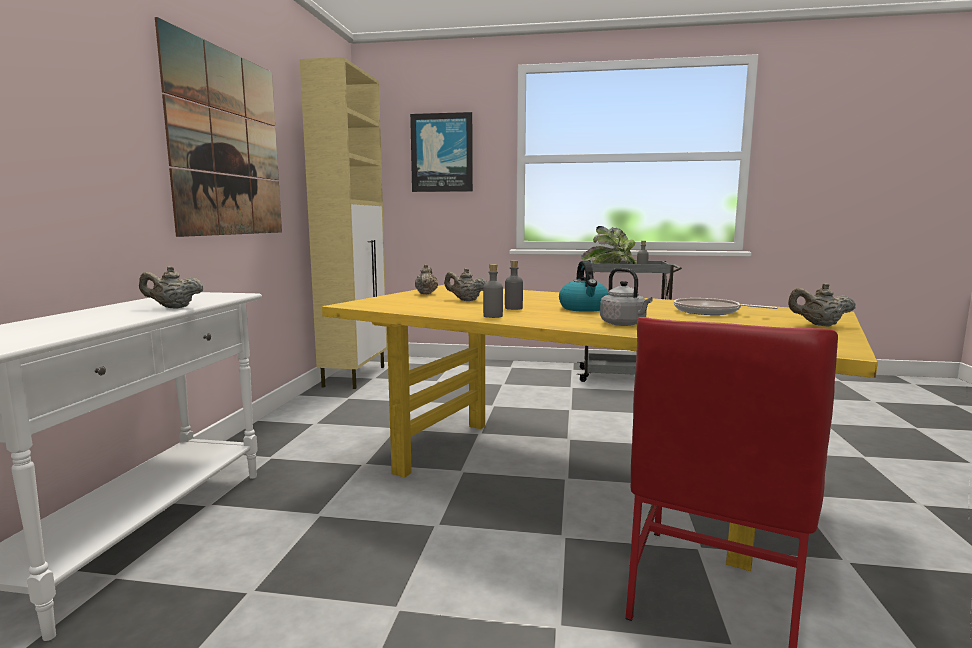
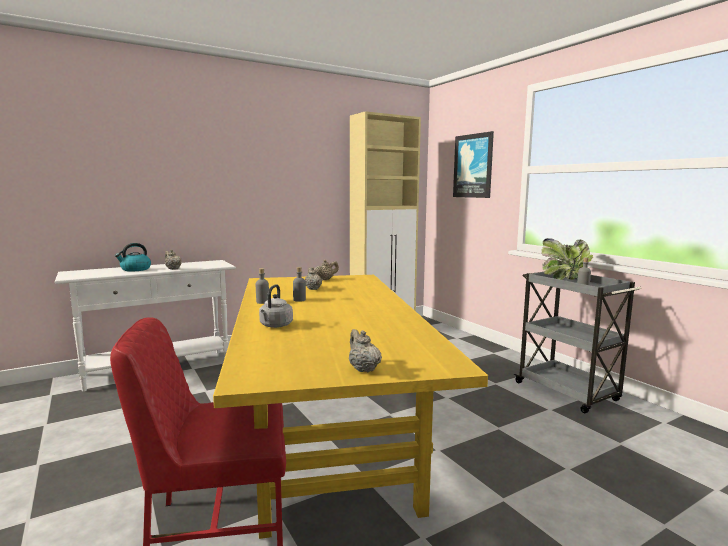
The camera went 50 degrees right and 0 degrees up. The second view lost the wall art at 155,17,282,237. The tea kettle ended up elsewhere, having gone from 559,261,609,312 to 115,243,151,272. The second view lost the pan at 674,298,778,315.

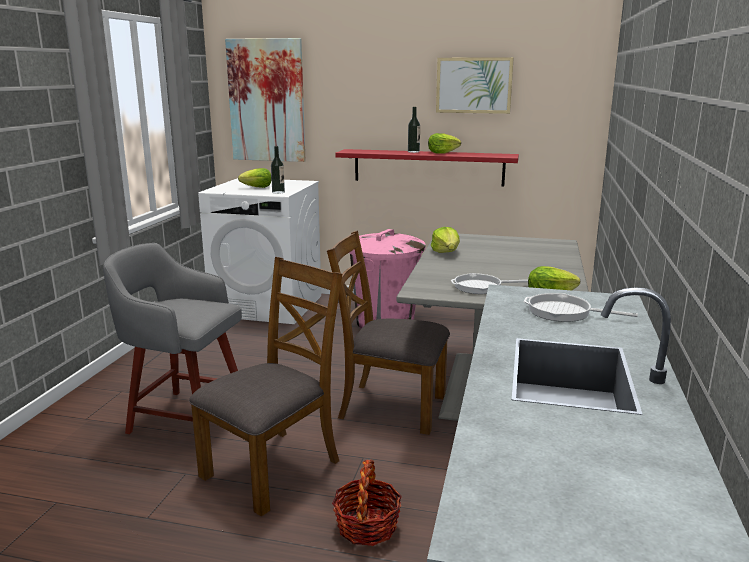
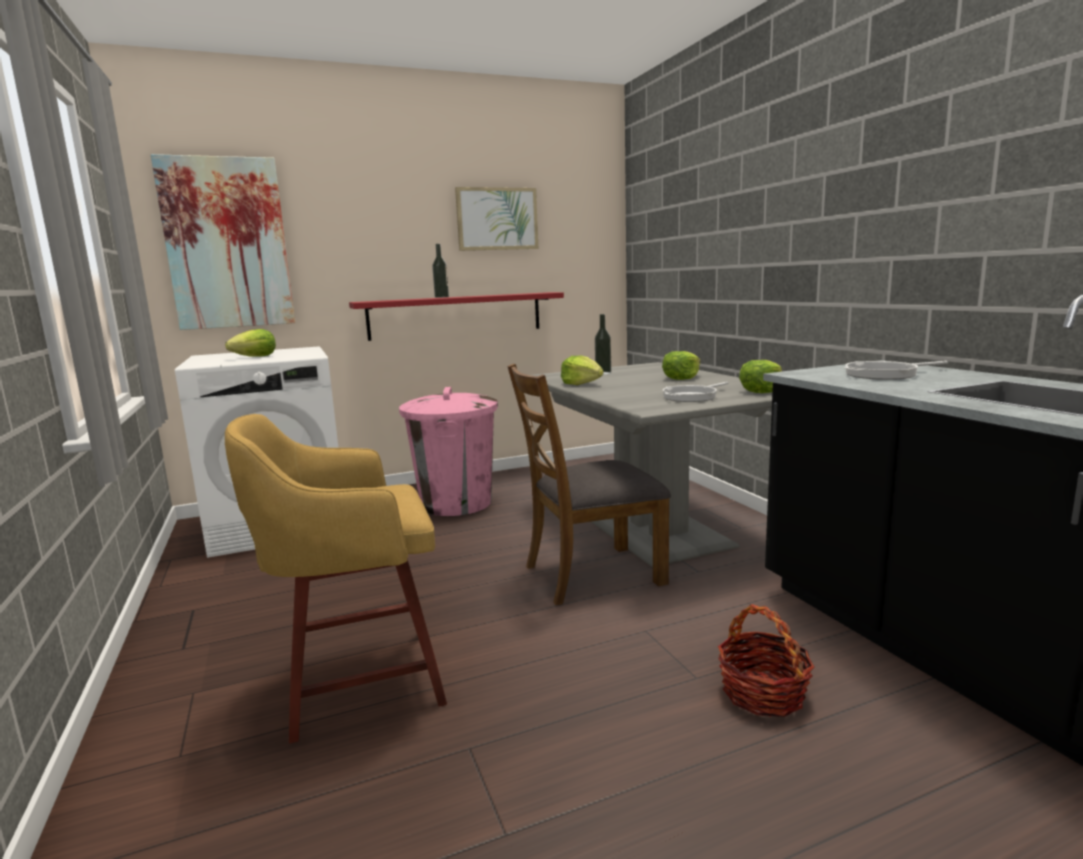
The camera went 35 degrees left and 5 degrees down. What was the sitting stool in greyish at 103,243,242,434 turned into the sitting stool in yellow-coloured at 225,414,447,743. The second view lost the chair in brownish at 189,257,342,516. The beverage bottle ended up elsewhere, having gone from 271,146,285,194 to 595,314,611,375. The head of lettuce ended up elsewhere, having gone from 428,133,461,154 to 662,351,701,380.

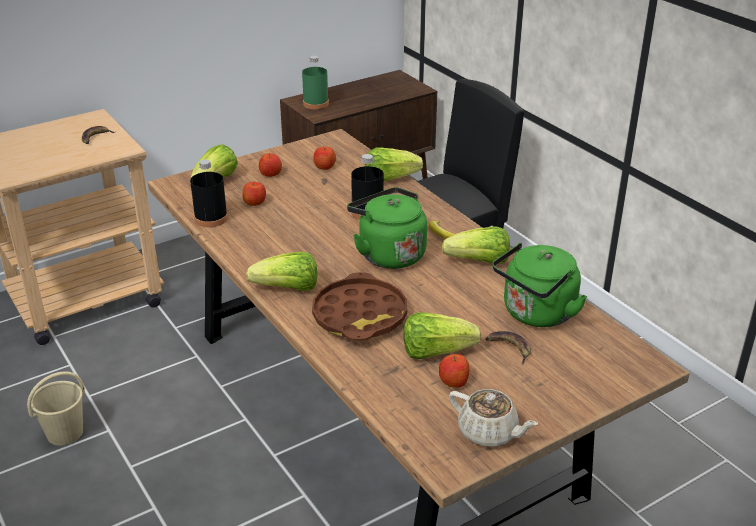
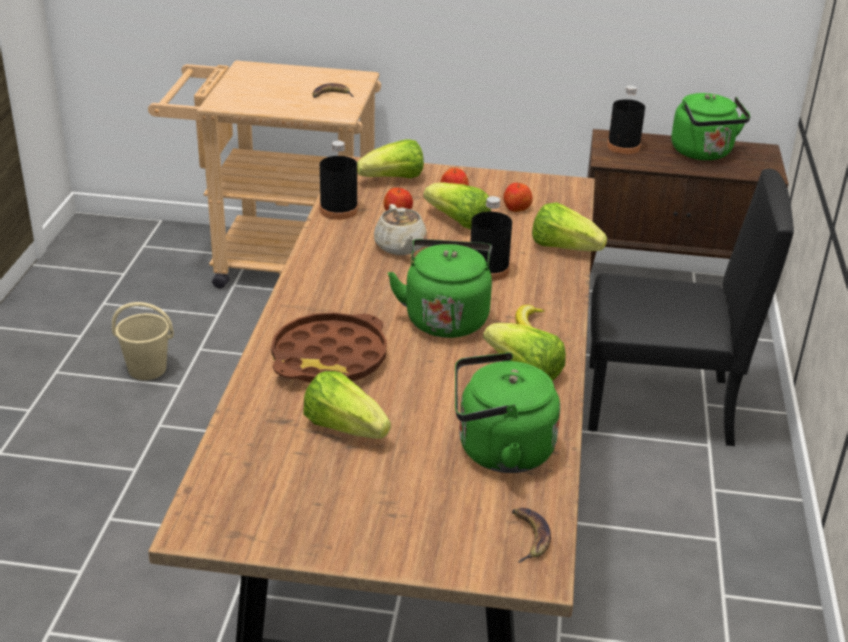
The camera went 40 degrees right and 0 degrees up. The head of lettuce ended up elsewhere, having gone from 246,252,317,291 to 423,182,491,229. What was the beverage bottle in green-coloured at 302,56,329,109 turned into the beverage bottle in black at 607,86,645,154. The second view lost the apple fruit at 439,354,470,388. The teapot in sand-coloured ended up elsewhere, having gone from 449,389,538,447 to 374,204,427,255. The whole banana ended up elsewhere, having gone from 485,331,531,364 to 512,508,551,563. The second view gained the tea kettle in green-coloured at 671,93,750,160.

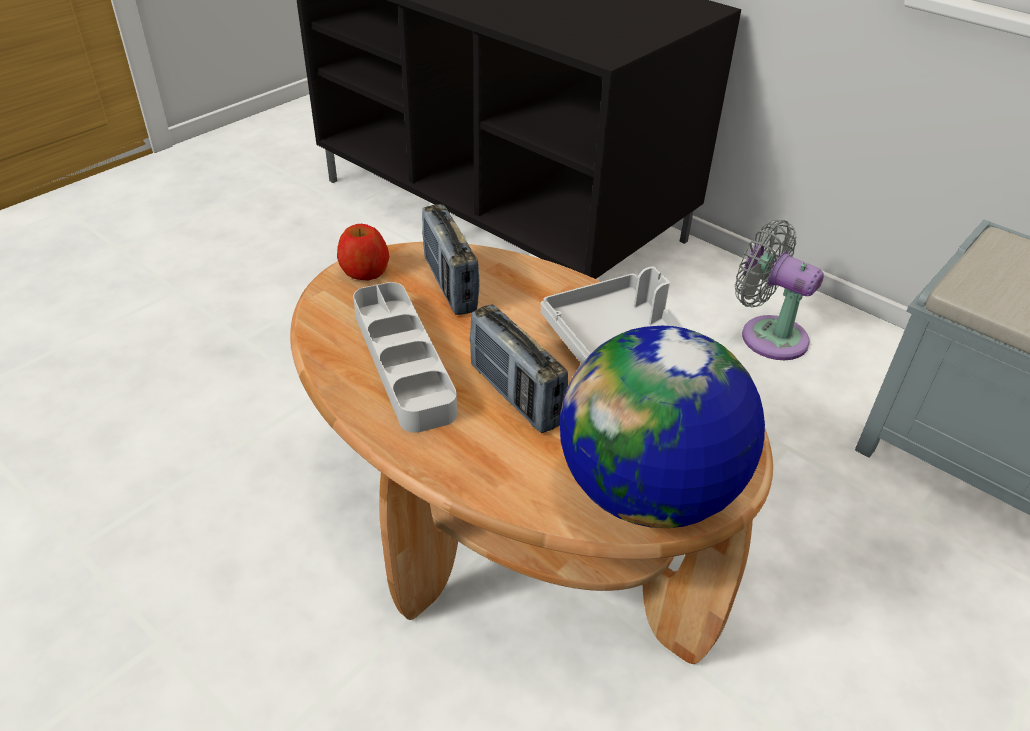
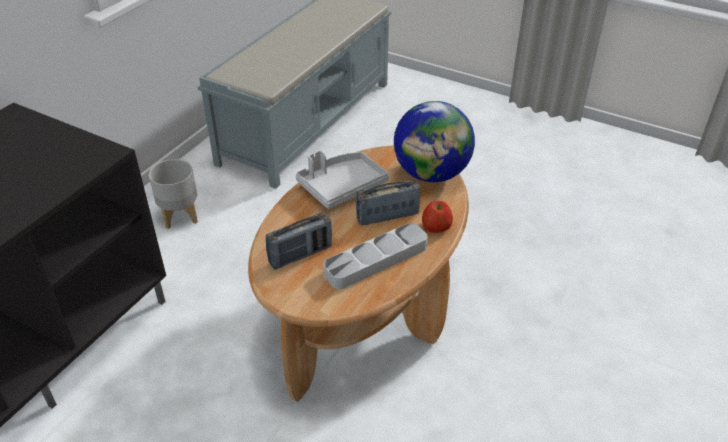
The camera went 100 degrees left and 0 degrees up. The apple fruit ended up elsewhere, having gone from 337,224,389,281 to 422,201,453,233. The radio at 470,305,568,433 ended up facing another way, 150 degrees counterclockwise from before. Where the cooling fan in greyish stood at 735,220,824,360, the flower pot in greyish came to stand at 149,159,198,229.

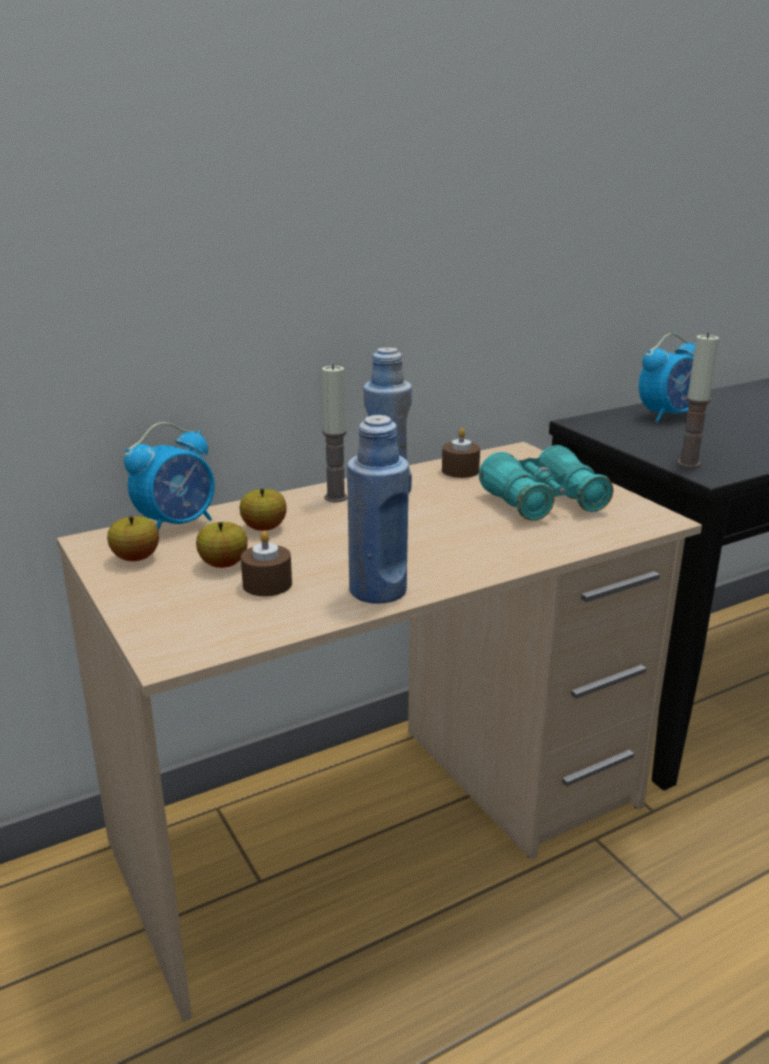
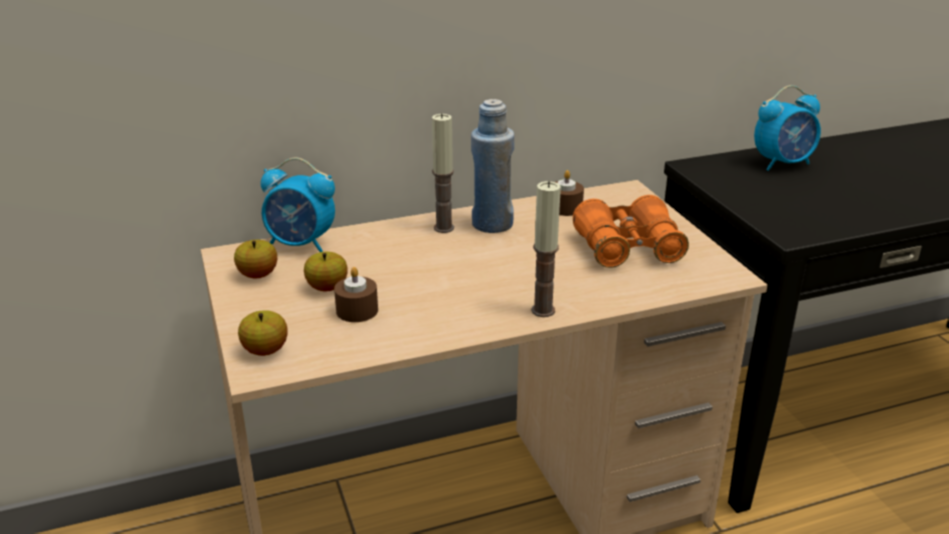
The camera went 10 degrees right and 5 degrees up. The bedside clock at 124,422,215,531 ended up facing another way, 45 degrees clockwise from before. The apple fruit ended up elsewhere, having gone from 239,489,287,531 to 238,310,288,356. The second view lost the beverage bottle in bluish at 347,415,409,604. What was the pair of binoculars in turquoise-coloured at 479,445,613,521 turned into the pair of binoculars in orange-coloured at 573,195,689,268. The candle ended up elsewhere, having gone from 677,333,719,468 to 531,181,561,317.

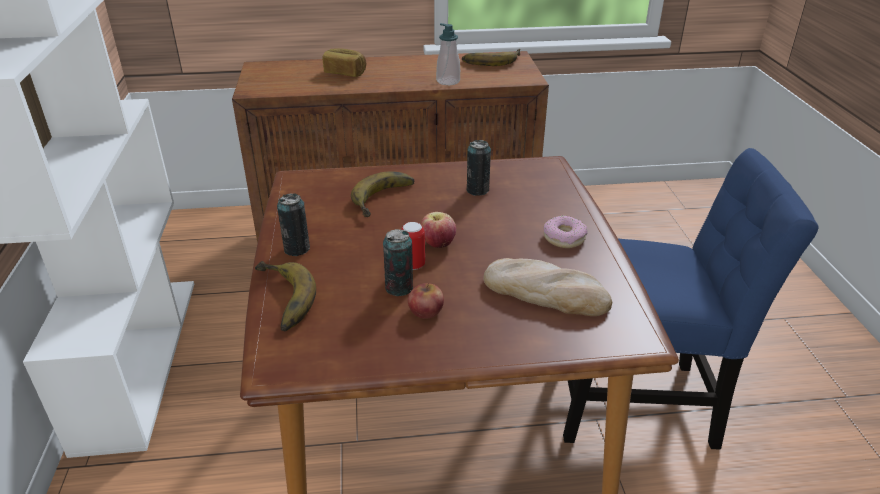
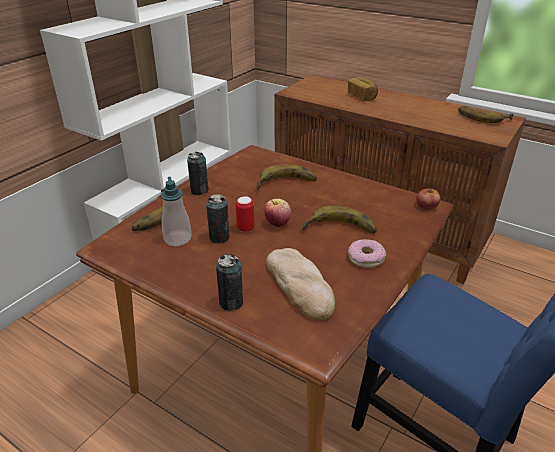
The camera went 40 degrees right and 0 degrees up. The apple fruit ended up elsewhere, having gone from 408,283,444,319 to 416,188,440,210. The soap dispenser ended up elsewhere, having gone from 436,23,460,85 to 160,177,192,246. The can ended up elsewhere, having gone from 467,140,491,196 to 216,254,243,311. The second view gained the whole banana at 302,206,377,234.

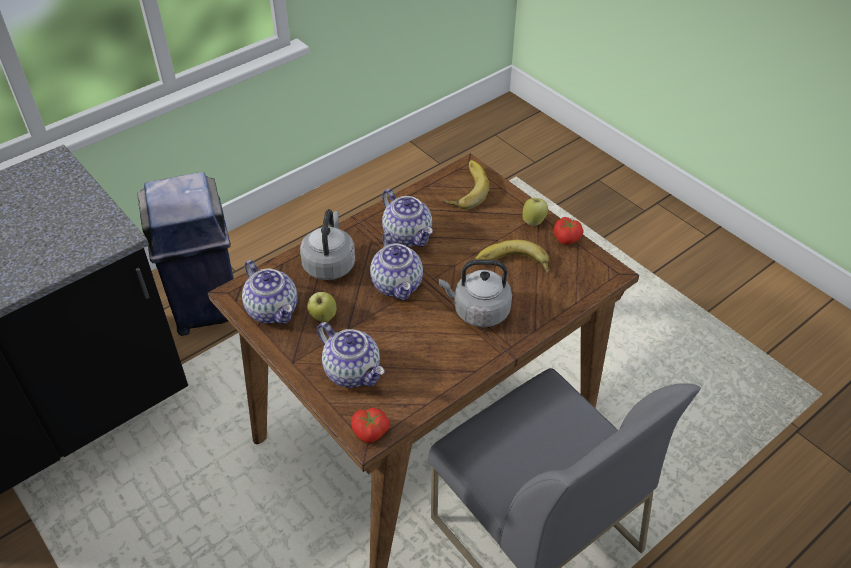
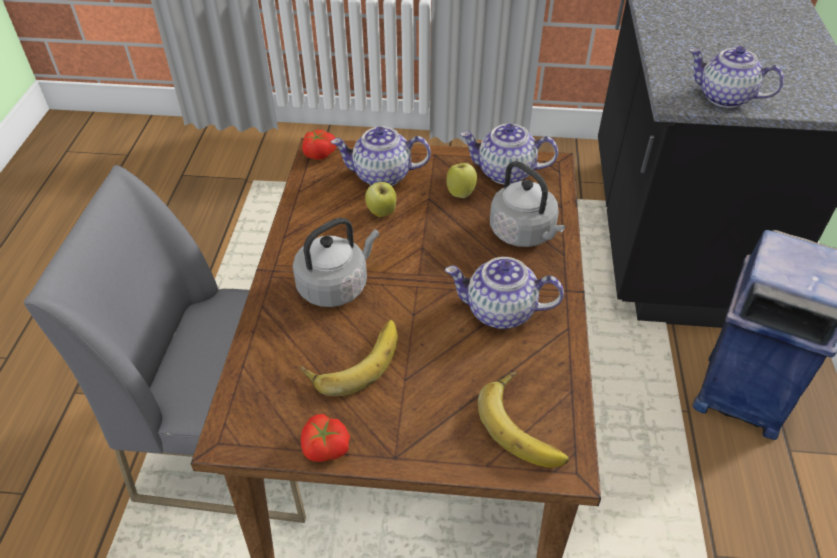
The camera went 135 degrees right and 0 degrees up. The teapot ended up elsewhere, having gone from 370,232,423,301 to 689,46,784,108. The apple fruit ended up elsewhere, having gone from 523,198,548,226 to 365,182,397,217.

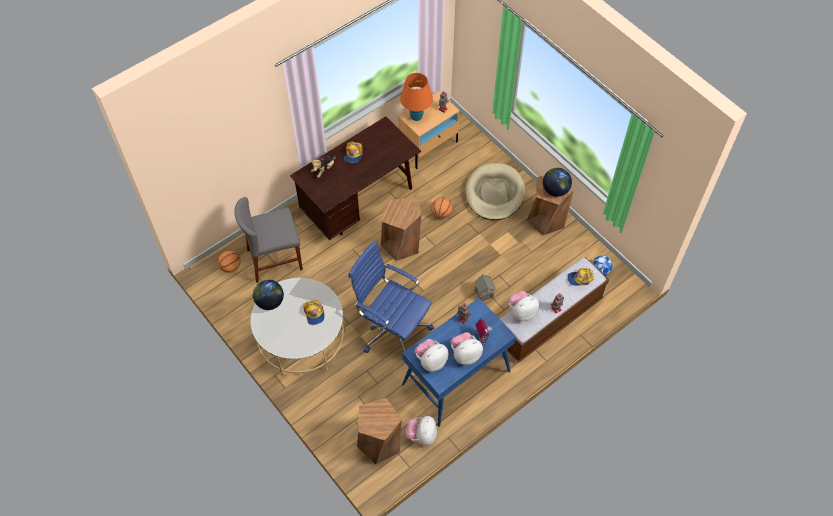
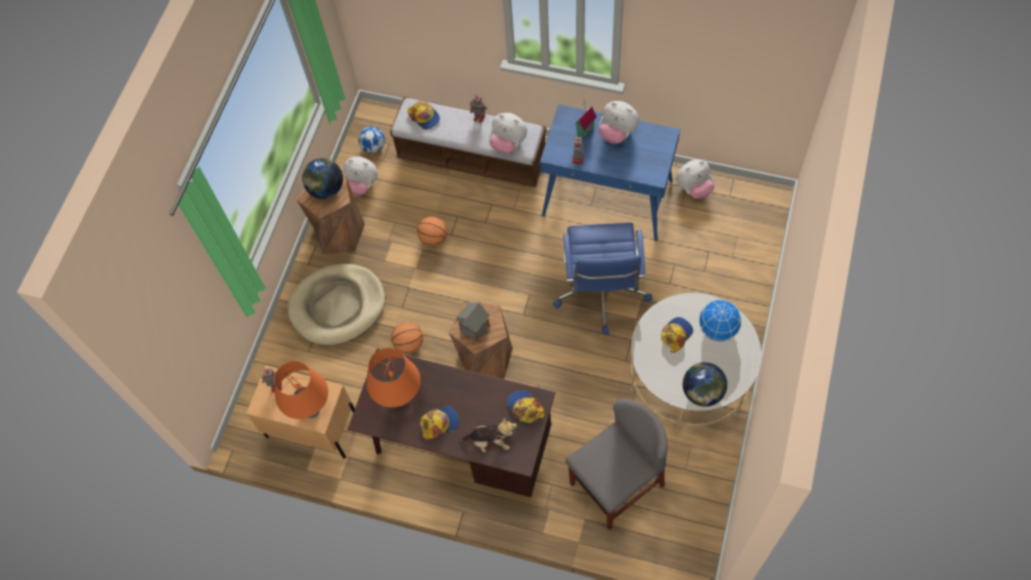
The camera went 120 degrees left and 5 degrees up. The basketball ball ended up elsewhere, having gone from 218,251,241,273 to 417,216,448,246. The chair in greyish at 234,197,303,283 ended up facing another way, 75 degrees counterclockwise from before. The second view lost the sitting stool in brownish at 357,398,402,465. The plush toy ended up elsewhere, having gone from 415,339,449,372 to 343,157,378,196. The miniature house ended up elsewhere, having gone from 475,274,496,301 to 456,302,490,341. The second view gained the lamp for a table in orange-coloured at 366,348,421,407. The second view gained the cap at 507,390,544,423. The second view gained the desk globe at 699,299,742,342.

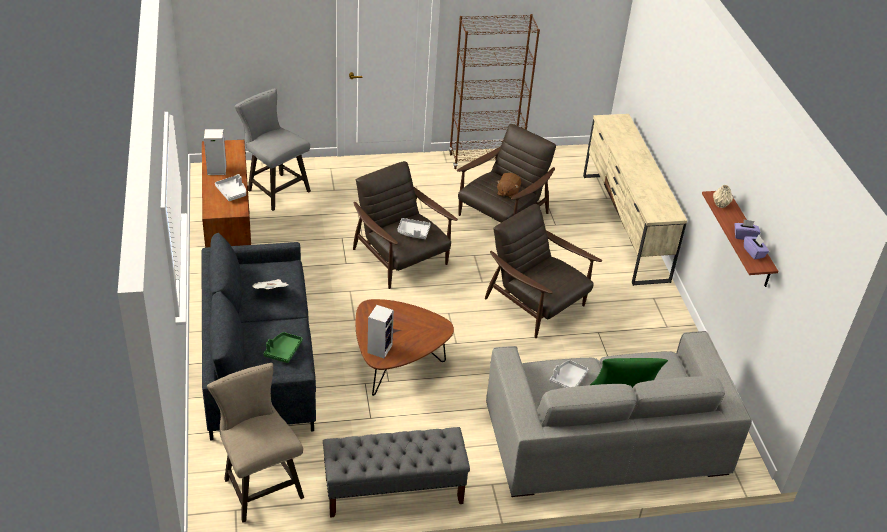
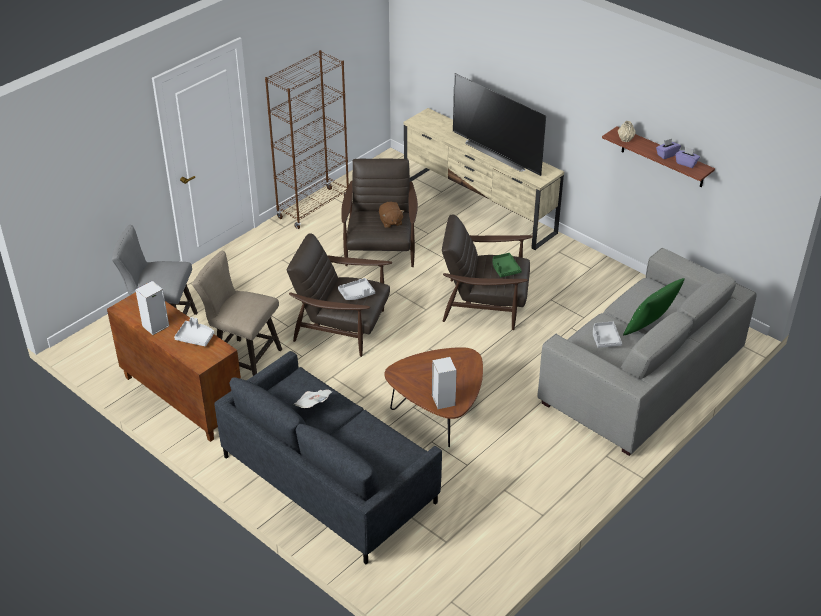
The camera went 35 degrees left and 0 degrees up. The sitting stool in sand-coloured ended up elsewhere, having gone from 207,363,304,523 to 192,250,282,376. The carrying tray in green-coloured ended up elsewhere, having gone from 263,332,303,363 to 493,253,522,277. The second view lost the long seat in greyish at 323,427,470,518. The second view gained the television at 453,73,546,176.

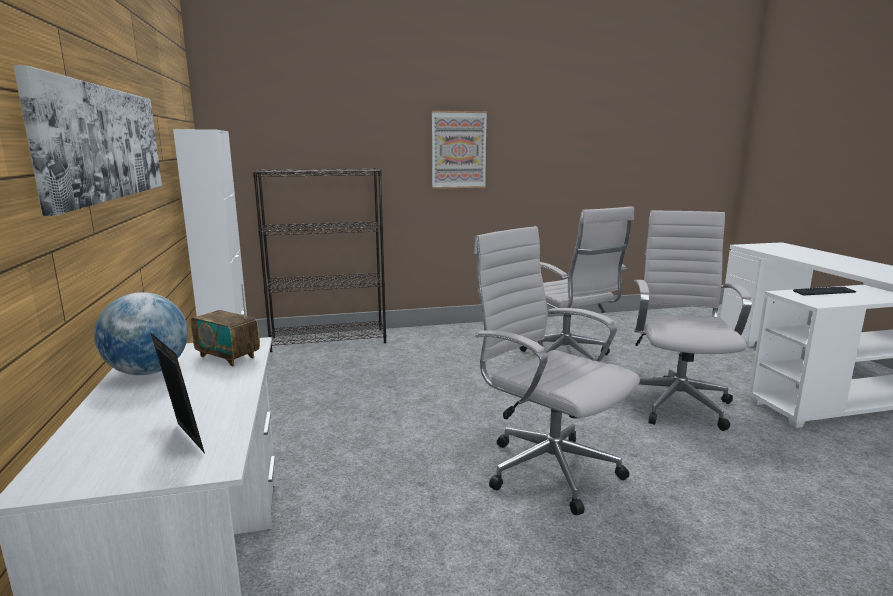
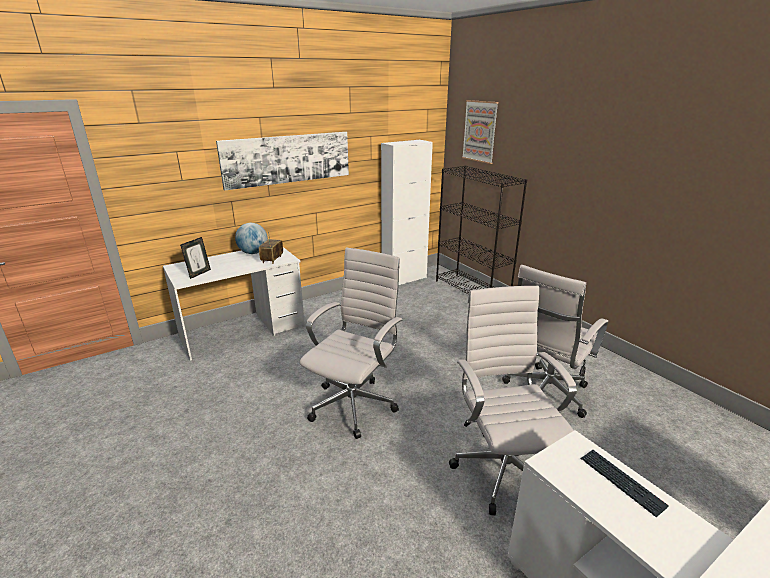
The camera went 70 degrees right and 10 degrees up. The wall art ended up elsewhere, having gone from 432,111,487,189 to 462,100,499,164. The office chair in whitish at 634,211,752,431 ended up facing another way, 90 degrees counterclockwise from before.

